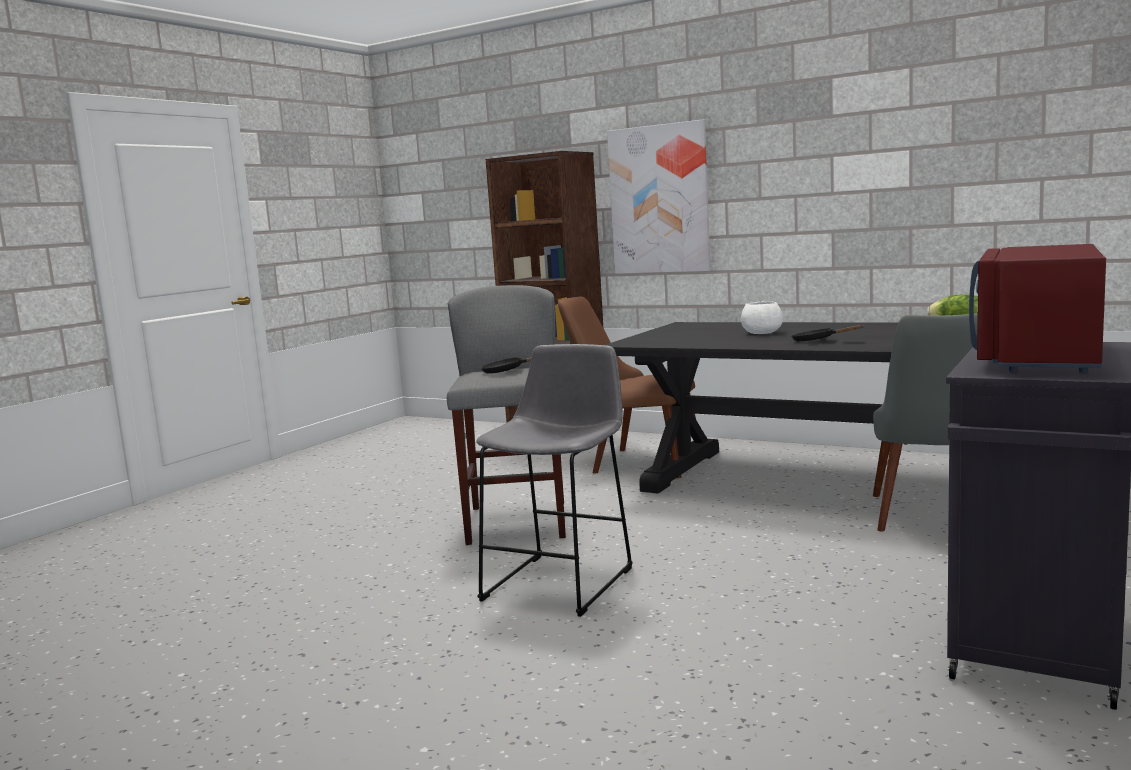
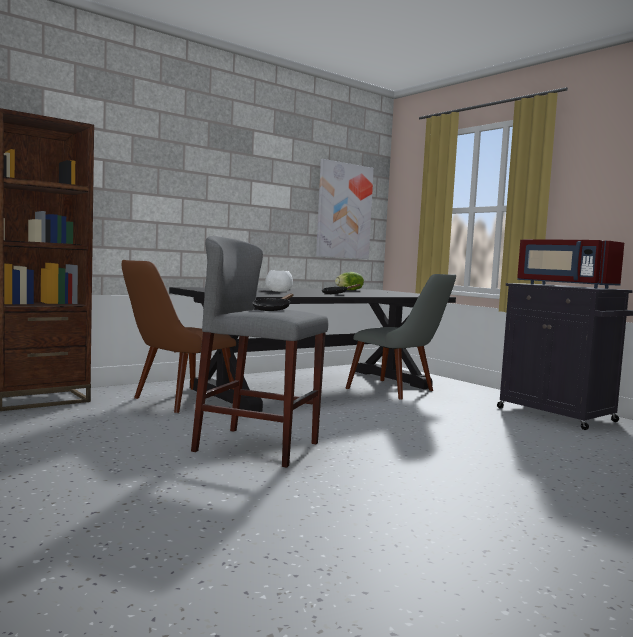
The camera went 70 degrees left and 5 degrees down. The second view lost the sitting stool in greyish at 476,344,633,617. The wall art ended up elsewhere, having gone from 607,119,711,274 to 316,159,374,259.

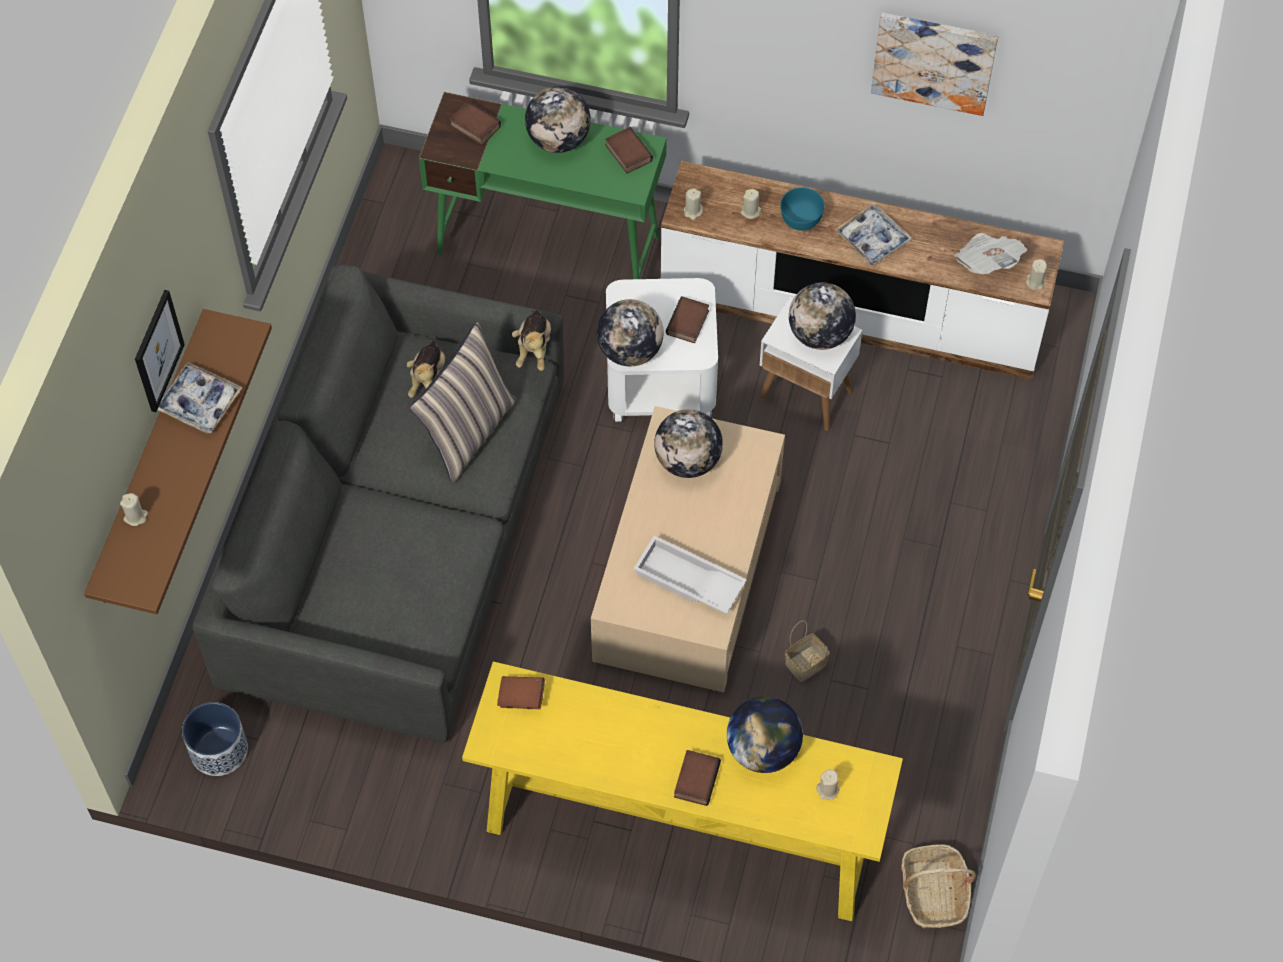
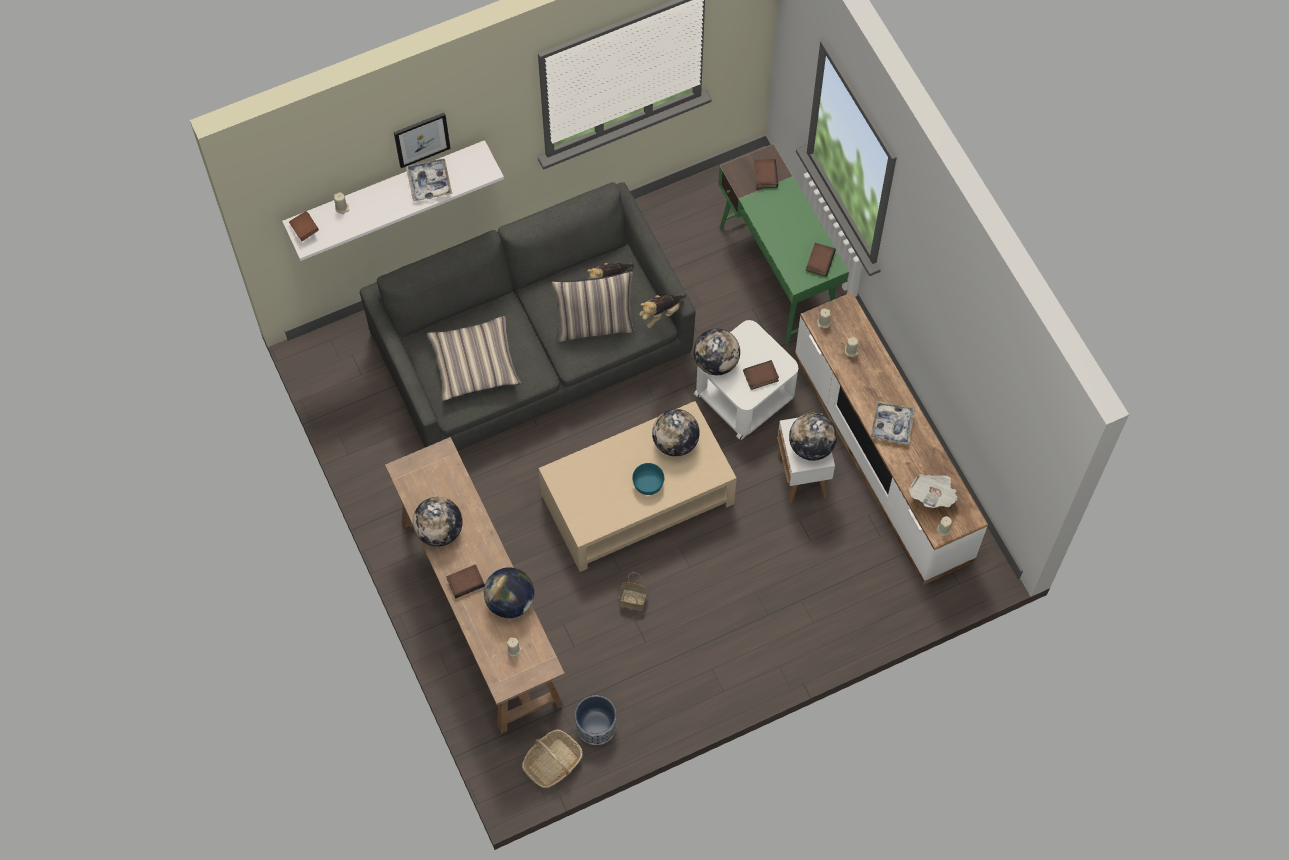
The camera went 50 degrees right and 5 degrees up. What was the bracket shelf in brownish at 84,309,272,614 turned into the bracket shelf in whitish at 282,140,504,261. The flower pot ended up elsewhere, having gone from 182,702,248,776 to 575,696,616,745. What was the hall table in yellow-coloured at 462,662,903,921 turned into the hall table in brownish at 385,437,565,734. The bound book in brownish ended up elsewhere, having gone from 497,676,545,709 to 289,211,319,241. The desk globe ended up elsewhere, having gone from 525,86,591,153 to 413,497,463,547. The second view lost the carrying tray in whitish at 633,535,747,614. The bowl in turquoise-coloured ended up elsewhere, having gone from 780,187,825,230 to 632,463,664,495. The second view lost the wall art at 871,13,998,116. The second view gained the cushion at 427,316,521,401.

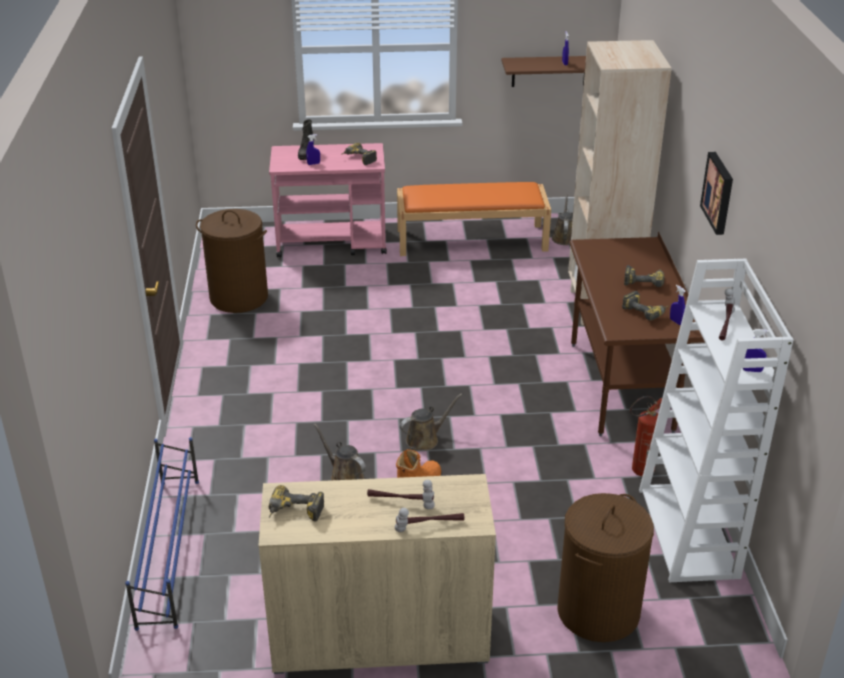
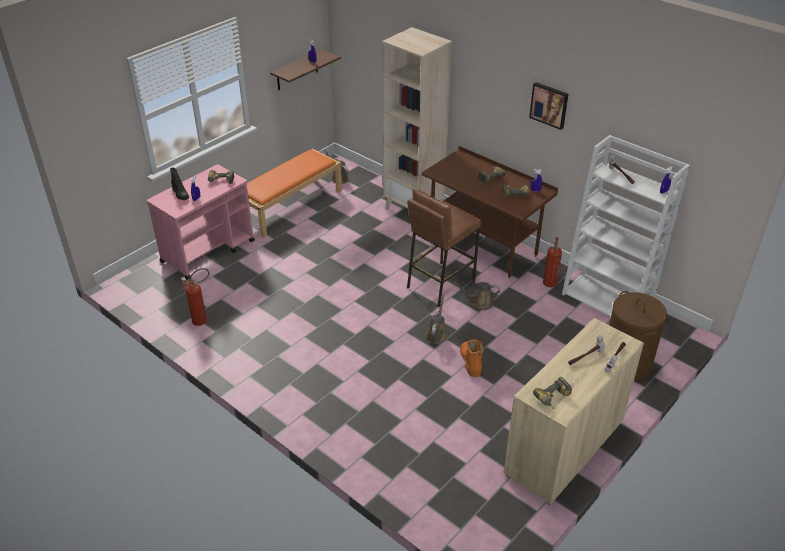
The camera went 45 degrees left and 5 degrees up. The second view lost the shoe stand in bluish at 125,437,199,631. Where the washing basket in brownish stood at 196,209,268,313, the extinguisher came to stand at 182,268,209,326. The sprinkling can in brownish ended up elsewhere, having gone from 314,423,366,480 to 453,282,500,310. The second view gained the sitting stool in brownish at 407,189,481,307.

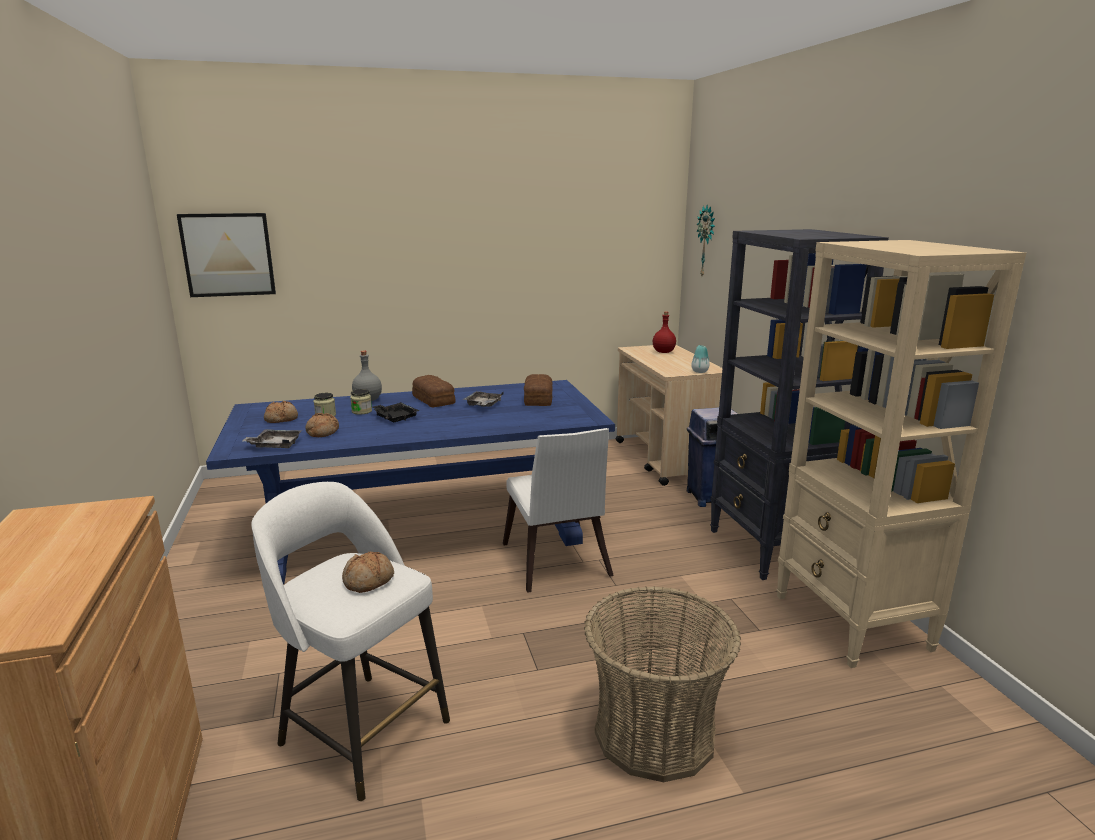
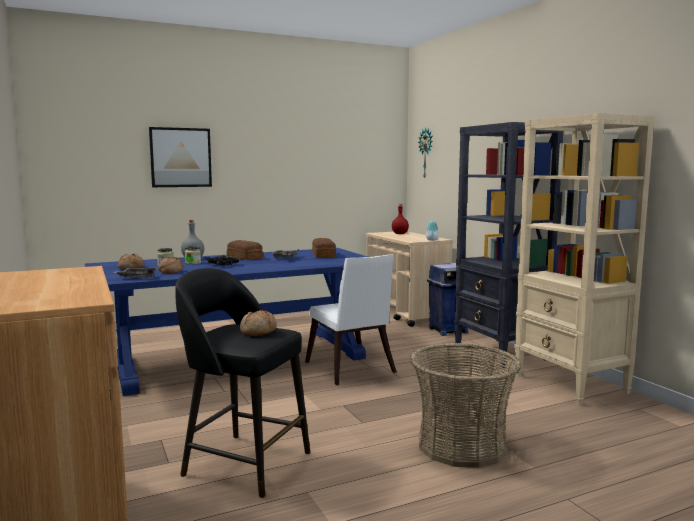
The camera went 10 degrees left and 10 degrees down. The wall art ended up elsewhere, having gone from 177,213,276,297 to 149,127,212,187. What was the sitting stool in whitish at 251,482,450,801 turned into the sitting stool in black at 175,268,310,498.

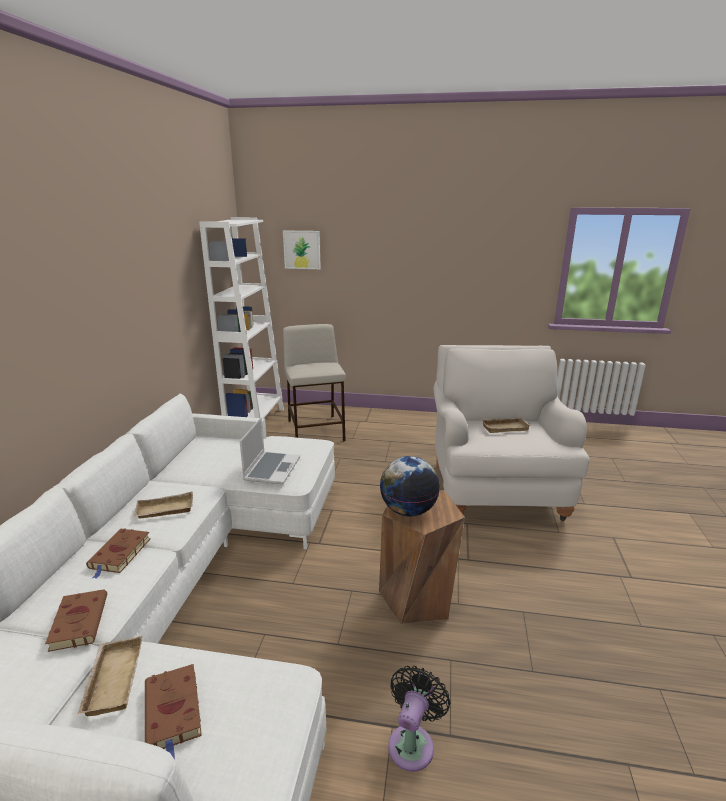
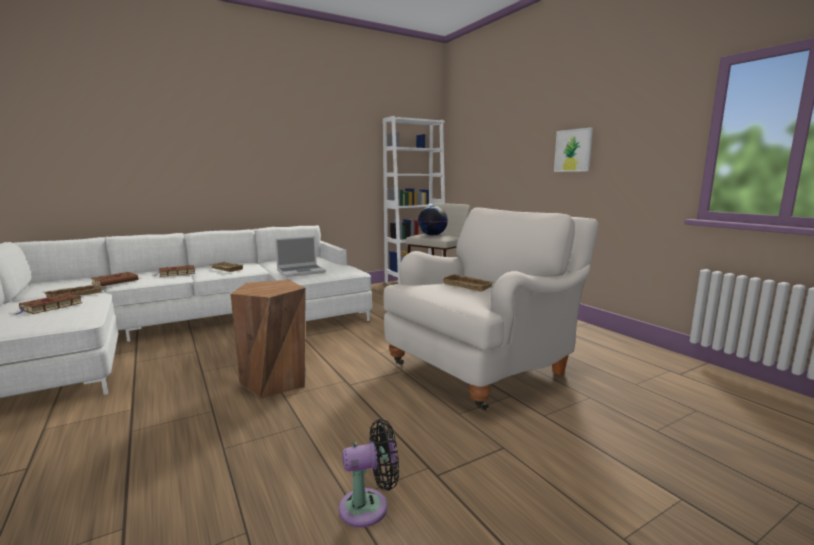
The camera went 50 degrees right and 10 degrees down. The wall art ended up elsewhere, having gone from 283,230,321,269 to 554,127,593,172. The desk globe ended up elsewhere, having gone from 380,456,440,516 to 418,206,448,236. The cooling fan in black ended up elsewhere, having gone from 388,666,450,772 to 339,419,399,528.

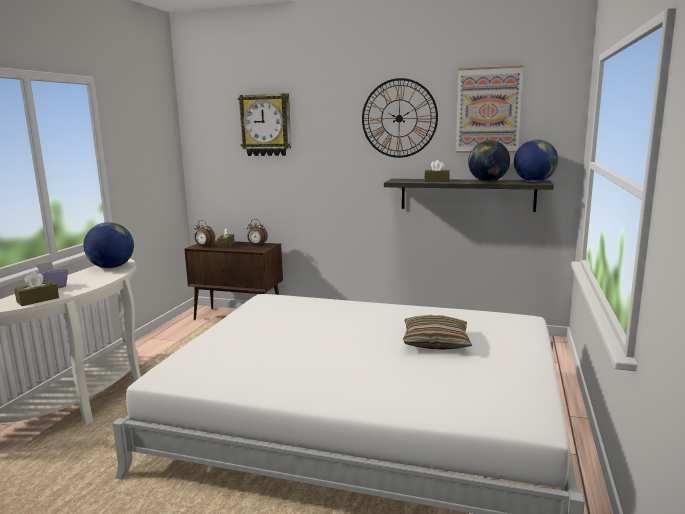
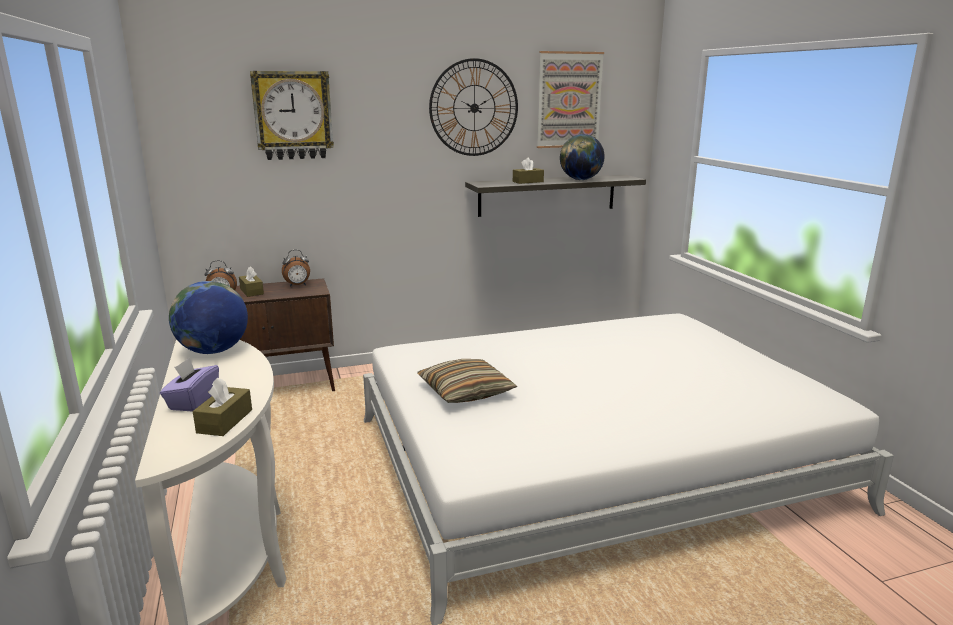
The camera went 35 degrees left and 5 degrees up. The cushion ended up elsewhere, having gone from 403,315,472,350 to 417,359,517,403. The second view lost the desk globe at 514,139,558,182.

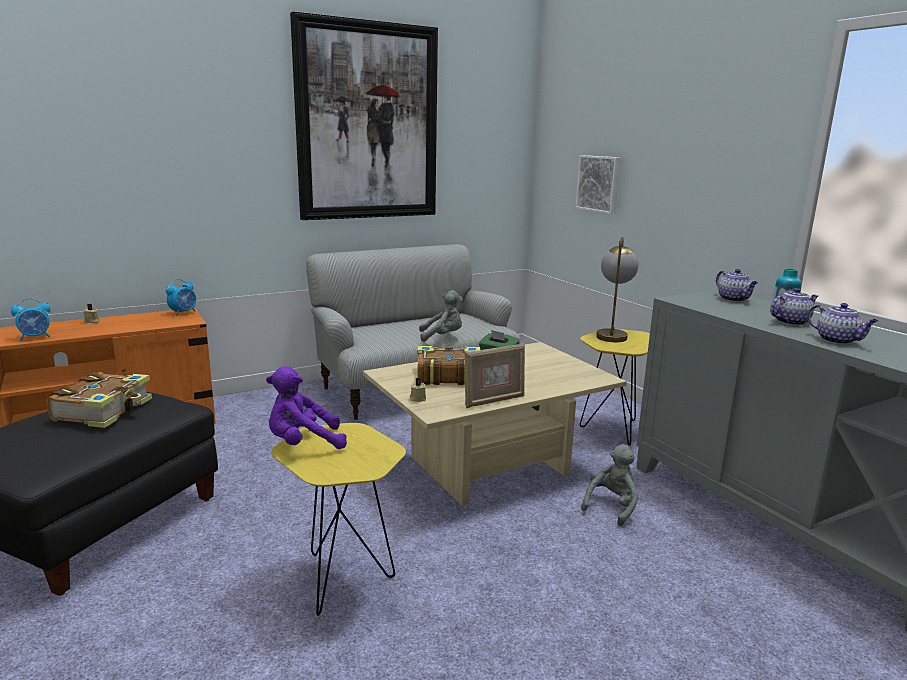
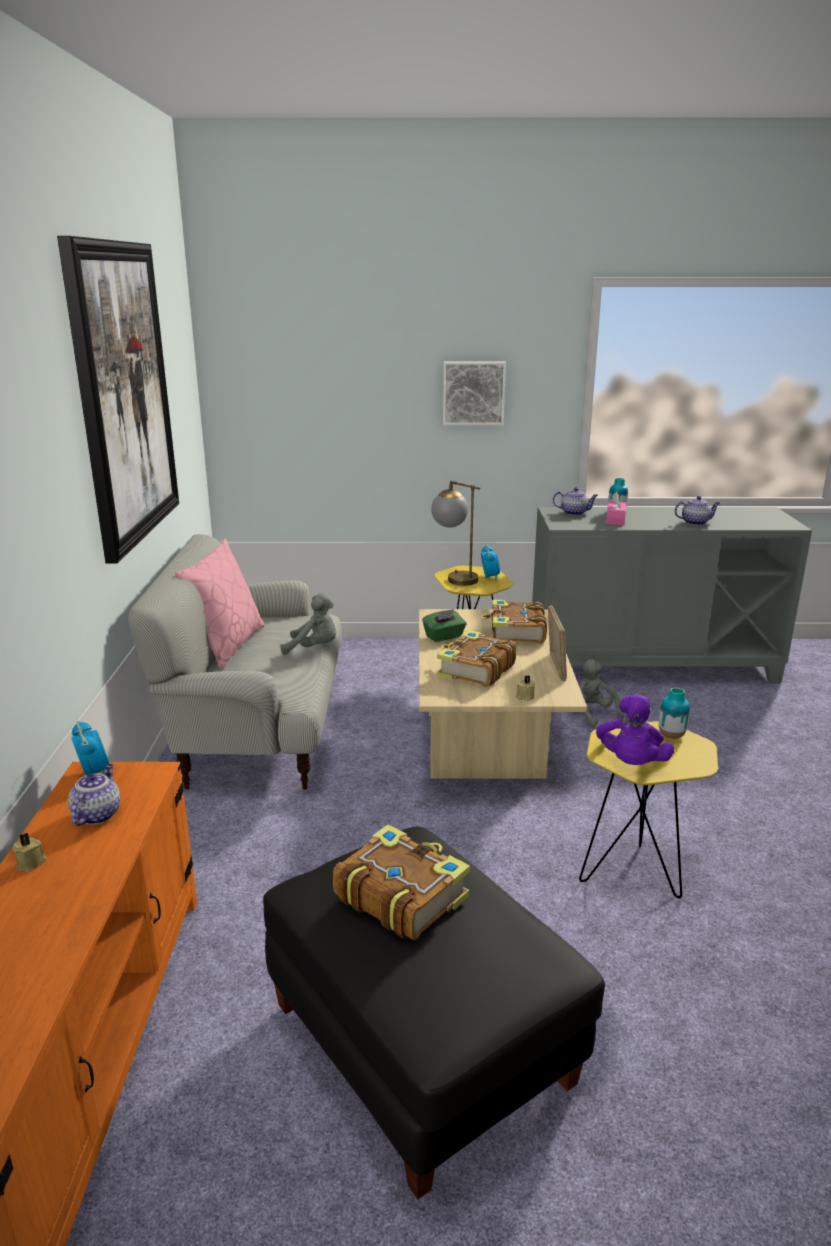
The camera went 60 degrees left and 5 degrees up. The bedside clock ended up elsewhere, having gone from 11,298,50,341 to 481,544,500,581. The plush toy in greyish at 419,290,463,342 ended up facing another way, 75 degrees clockwise from before. The wall art ended up elsewhere, having gone from 575,155,621,214 to 443,362,506,425. The teapot ended up elsewhere, having gone from 770,288,818,326 to 68,764,121,826. The second view gained the cushion in pinkish at 175,539,265,669. The second view gained the bound book at 481,600,547,644. The second view gained the tissue holder in pinkish at 606,492,626,525. The second view gained the vase at 659,688,690,739.

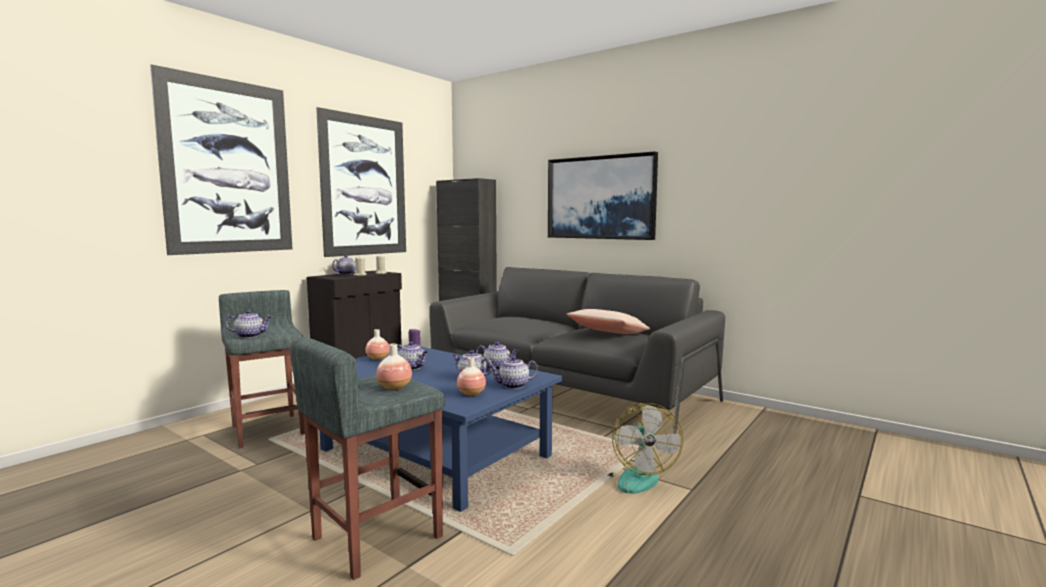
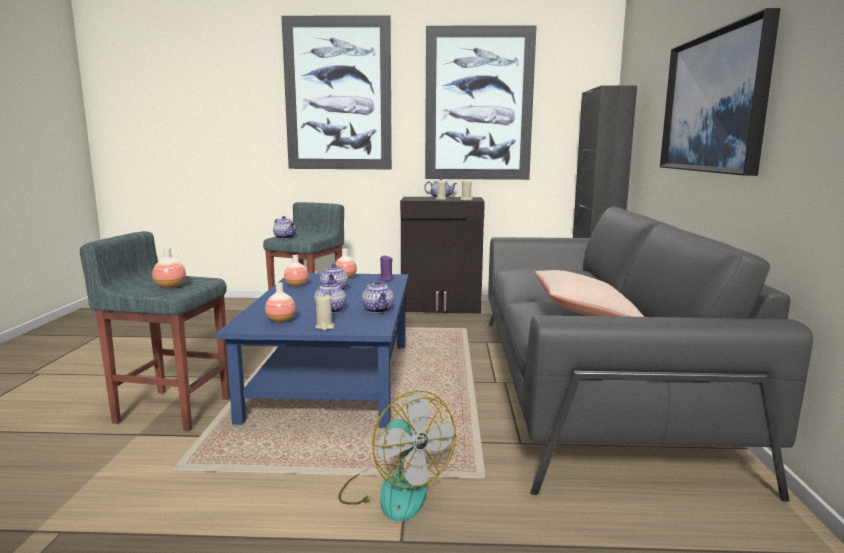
The camera went 55 degrees right and 5 degrees up. Where the teapot stood at 489,356,538,389, the candle in sand-coloured came to stand at 315,294,335,330. The cooling fan at 607,403,683,494 ended up facing another way, 90 degrees counterclockwise from before. The second view gained the vase at 284,255,309,287.

